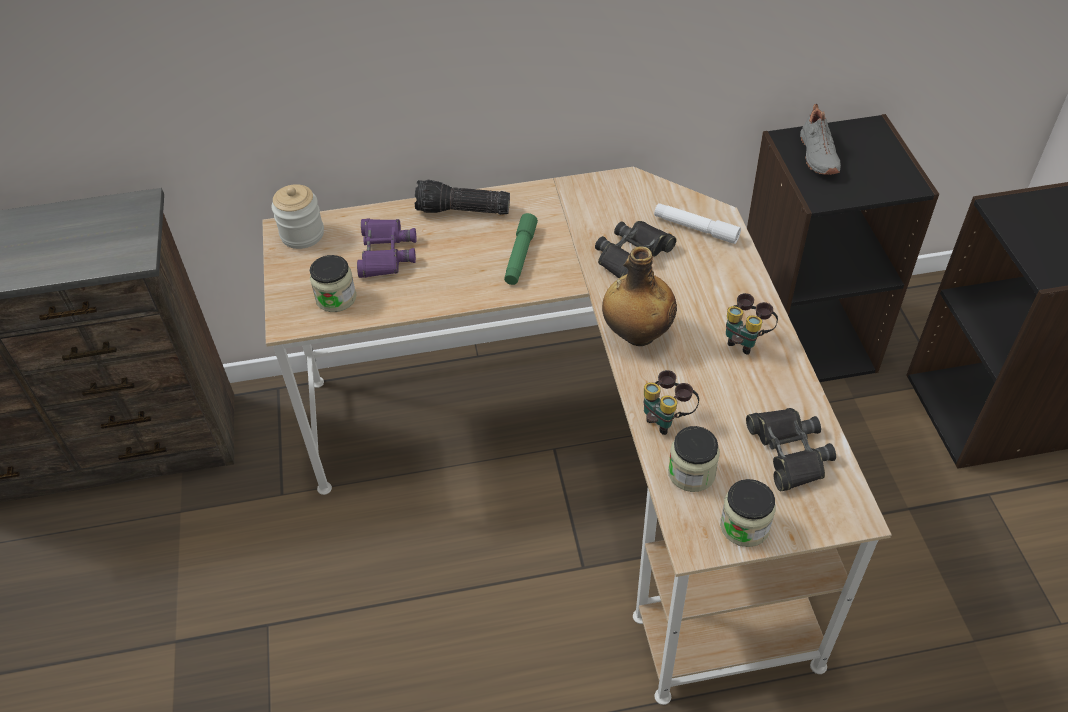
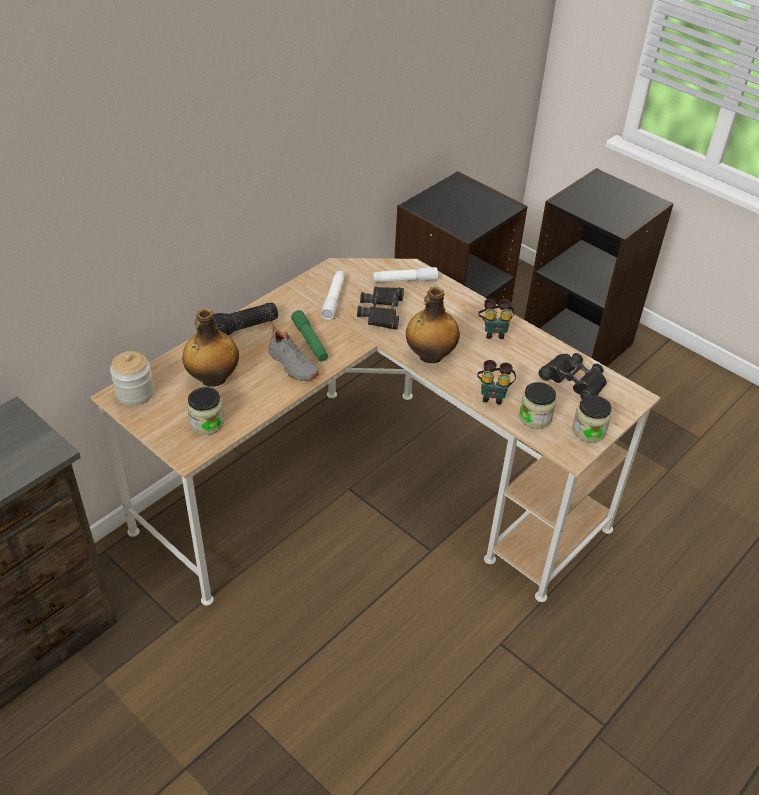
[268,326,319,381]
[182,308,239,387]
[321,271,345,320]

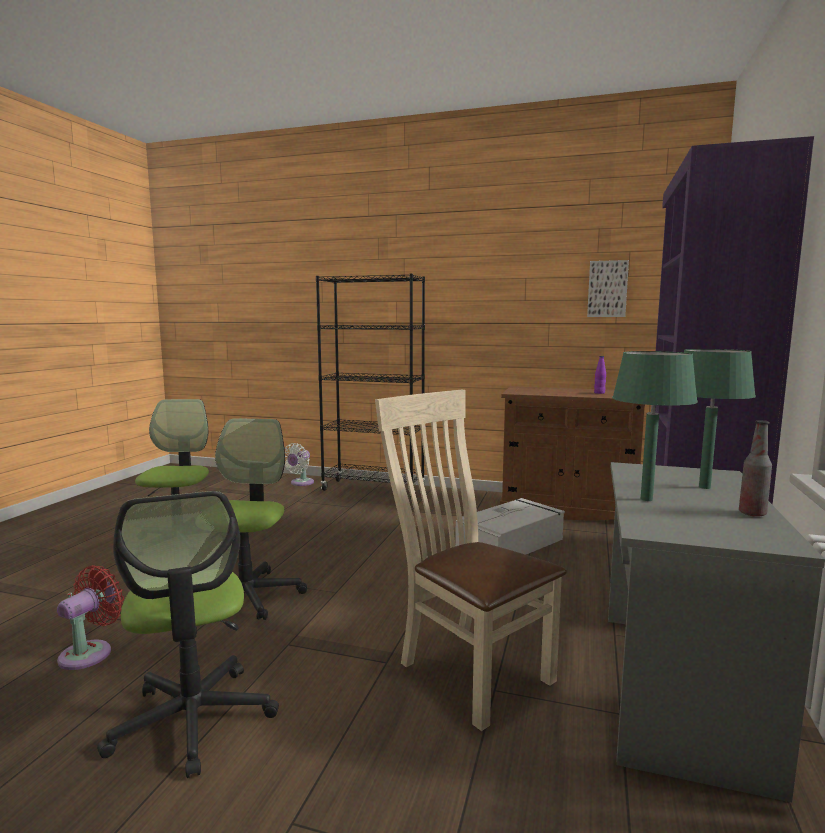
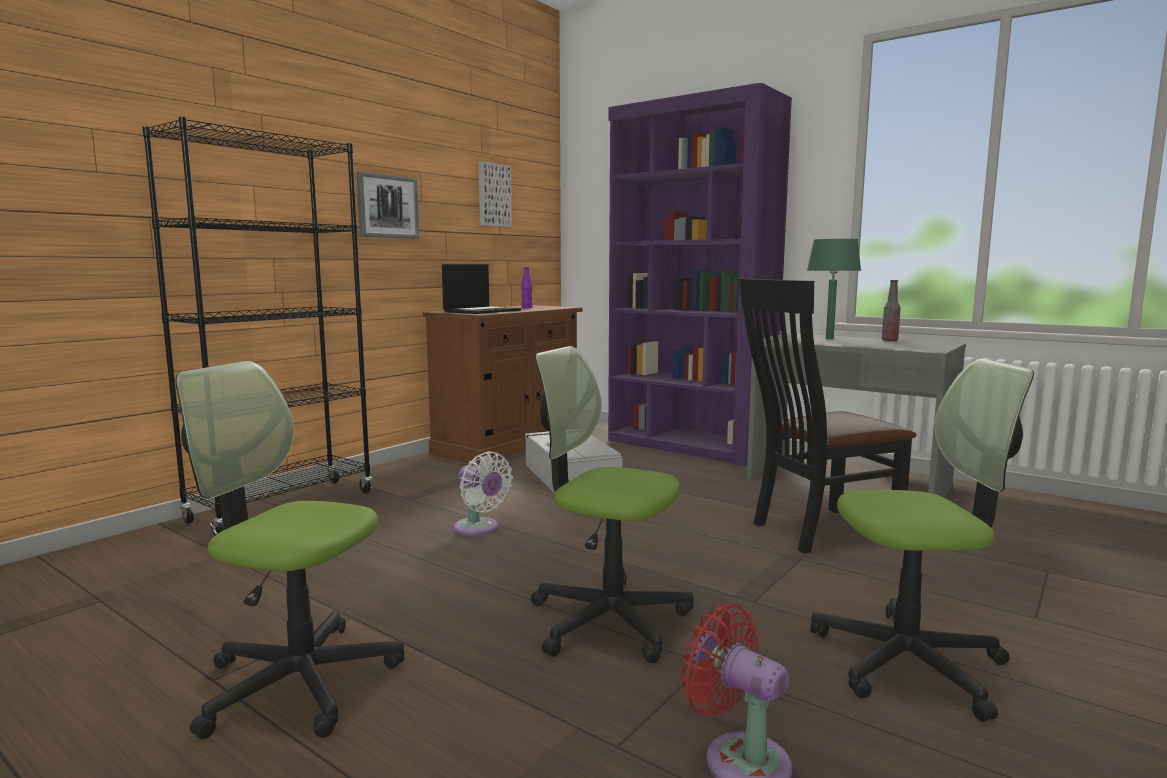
[612,351,698,501] (first image)
[740,279,916,554]
[454,451,513,536]
[356,171,420,239]
[442,264,521,314]

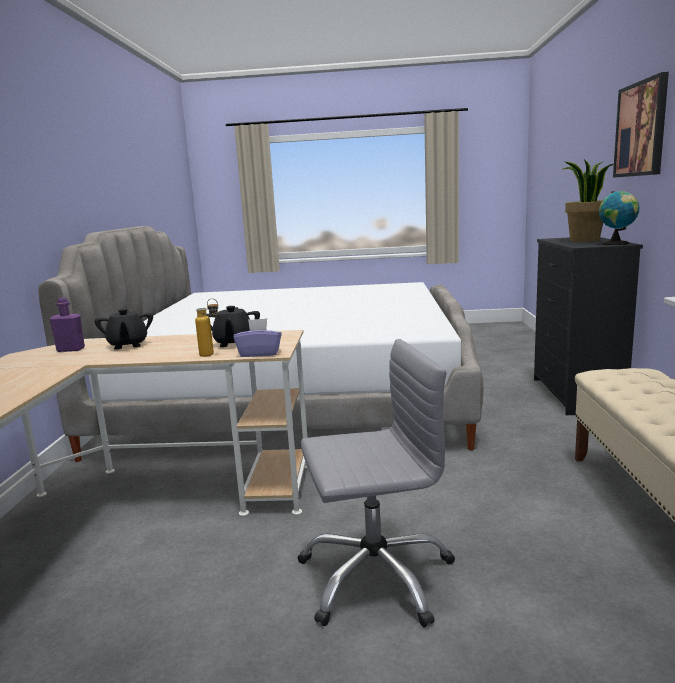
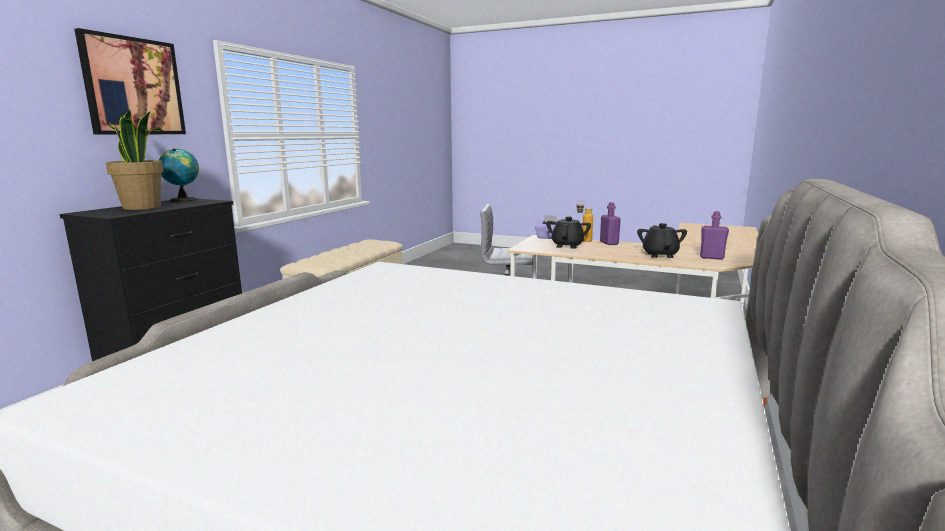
[600,202,621,245]

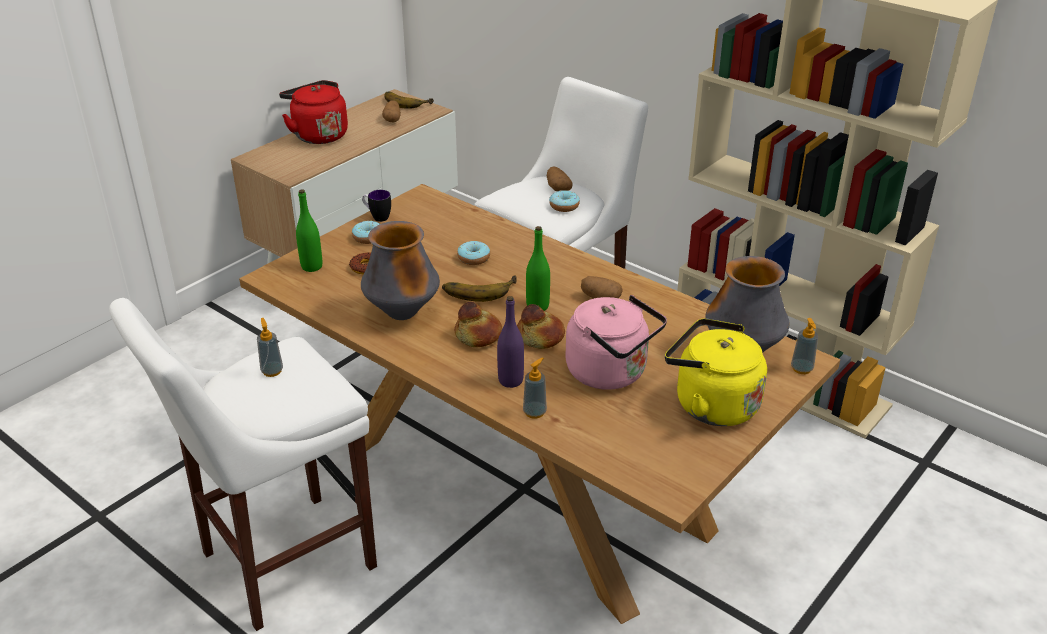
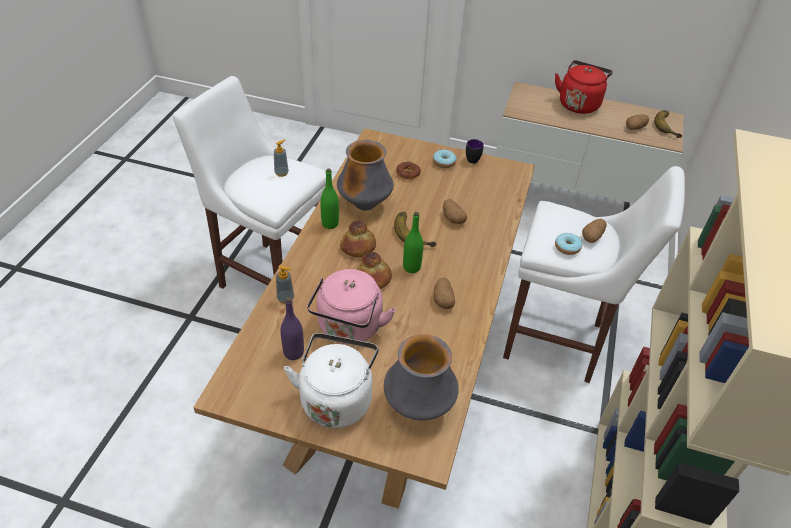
[320,168,339,229]
[443,199,467,224]
[281,297,304,360]
[284,333,379,428]
[791,318,818,374] (first image)

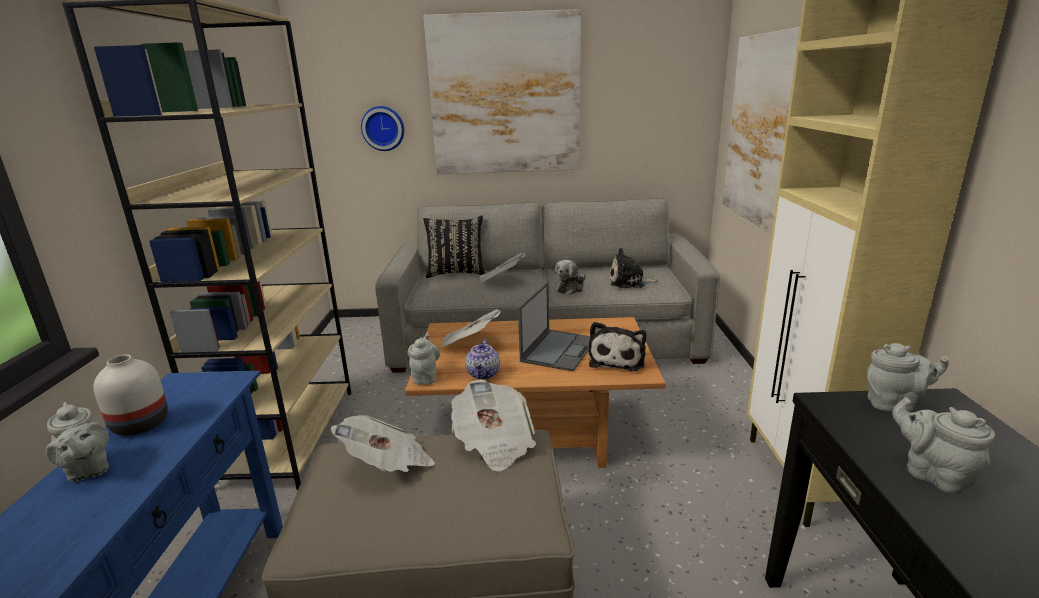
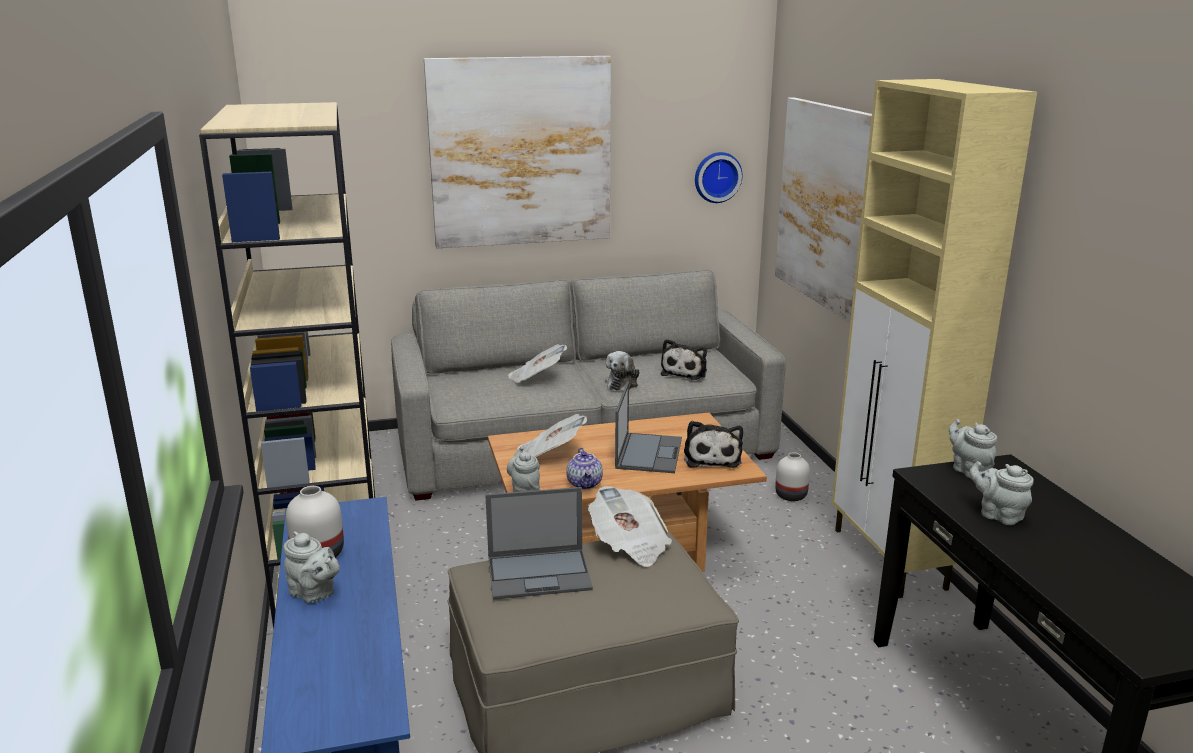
[695,152,743,203]
[423,215,486,278] (first image)
[661,339,707,380]
[949,419,997,478]
[485,487,593,599]
[775,452,810,501]

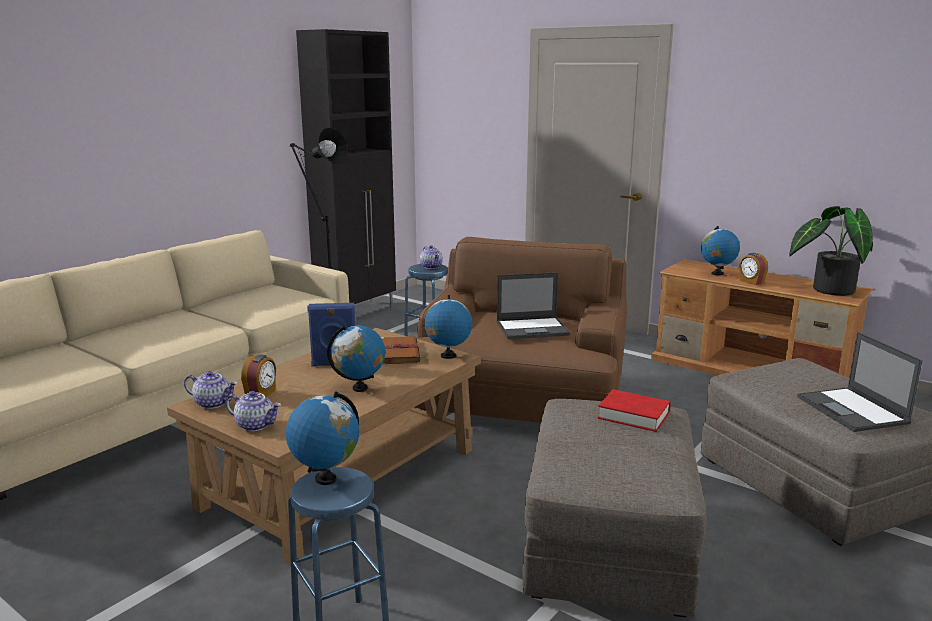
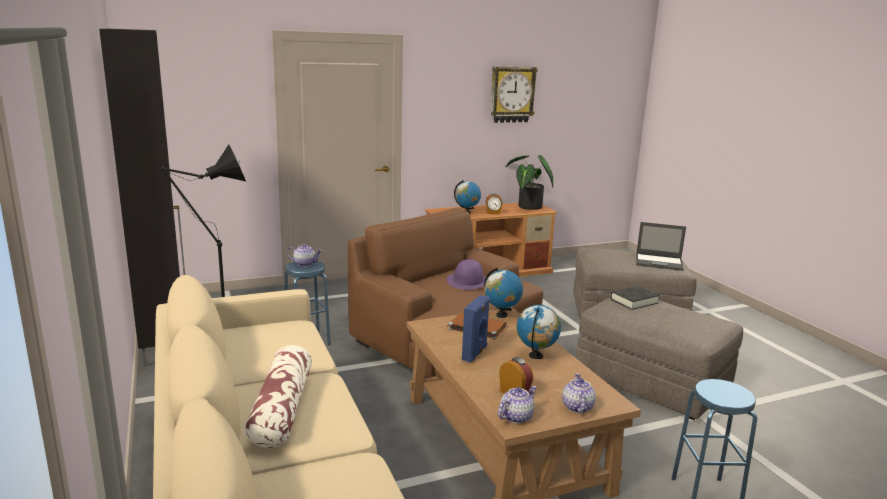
[447,259,486,290]
[610,286,660,310]
[562,373,596,413]
[286,391,359,485] (first image)
[490,66,538,123]
[245,345,312,448]

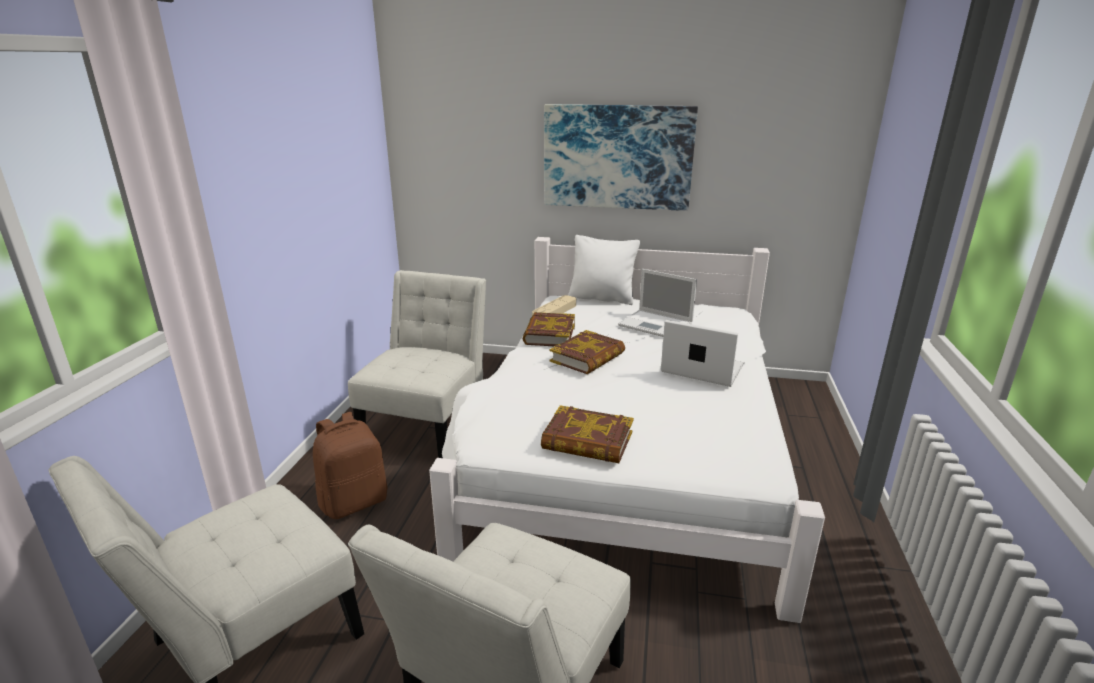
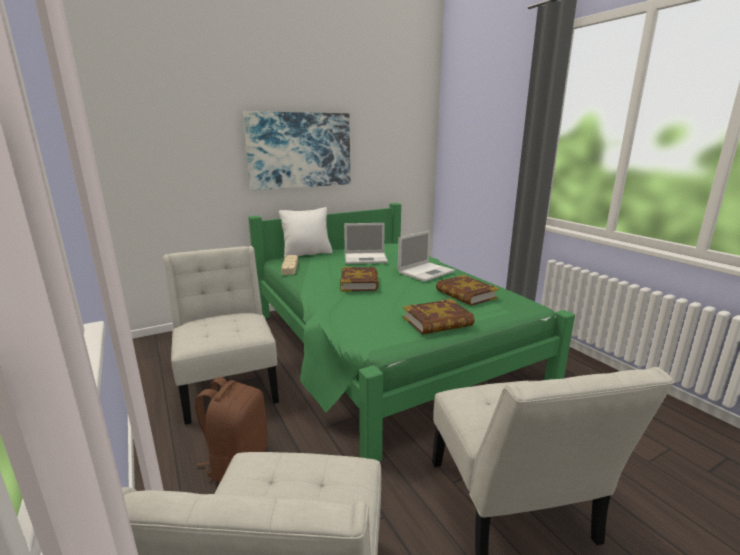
[248,203,575,462]
[436,275,499,306]
[398,230,455,282]

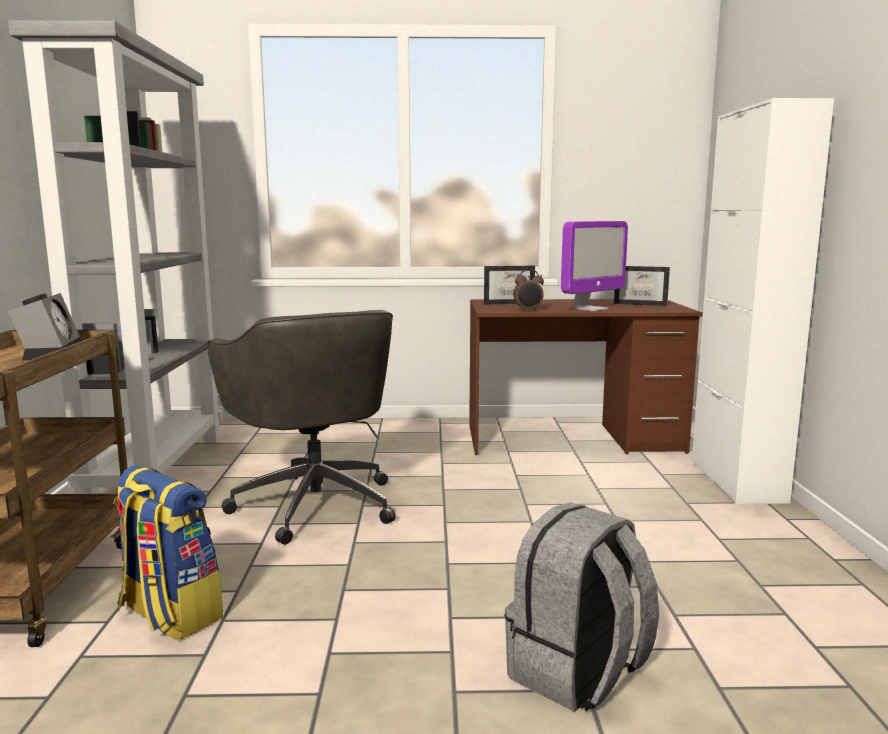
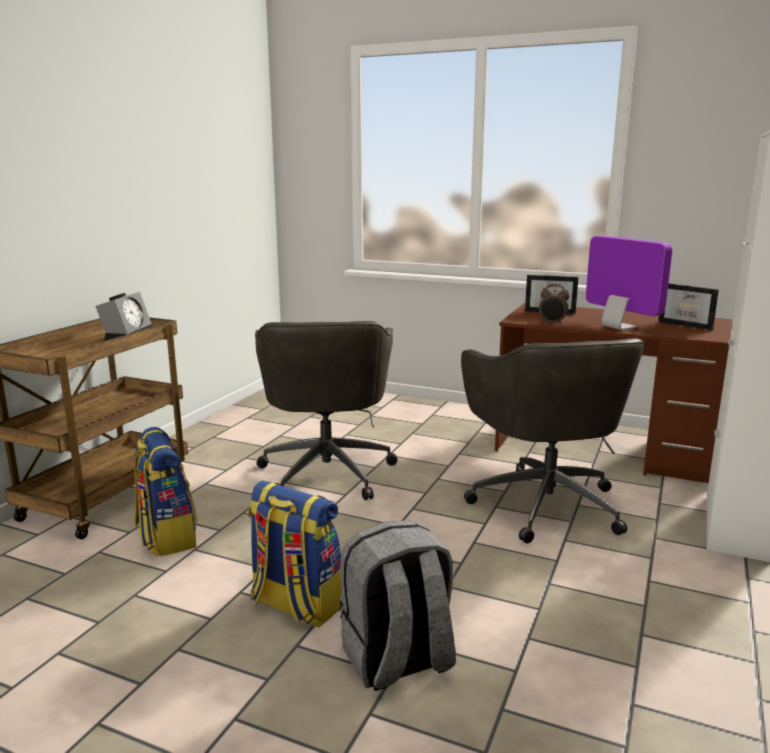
[8,20,222,494] (first image)
[586,236,672,330]
[461,338,645,543]
[248,480,342,627]

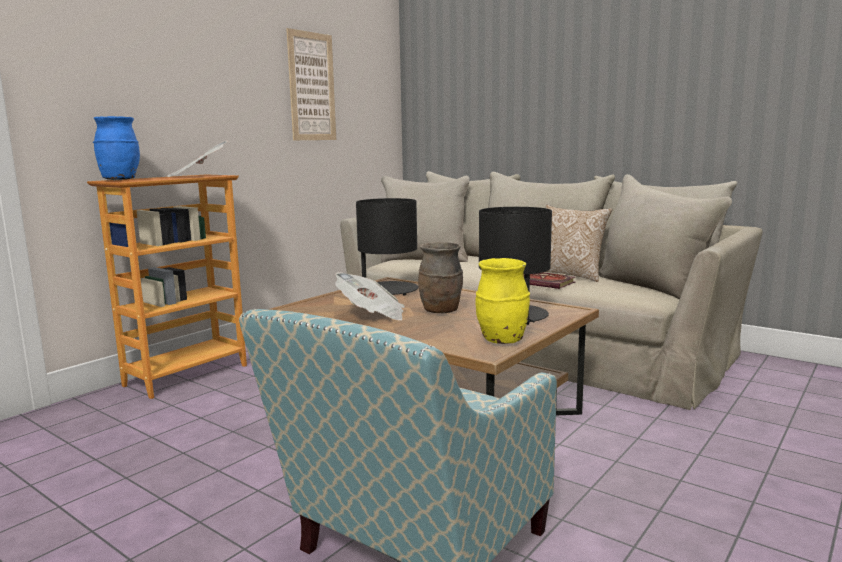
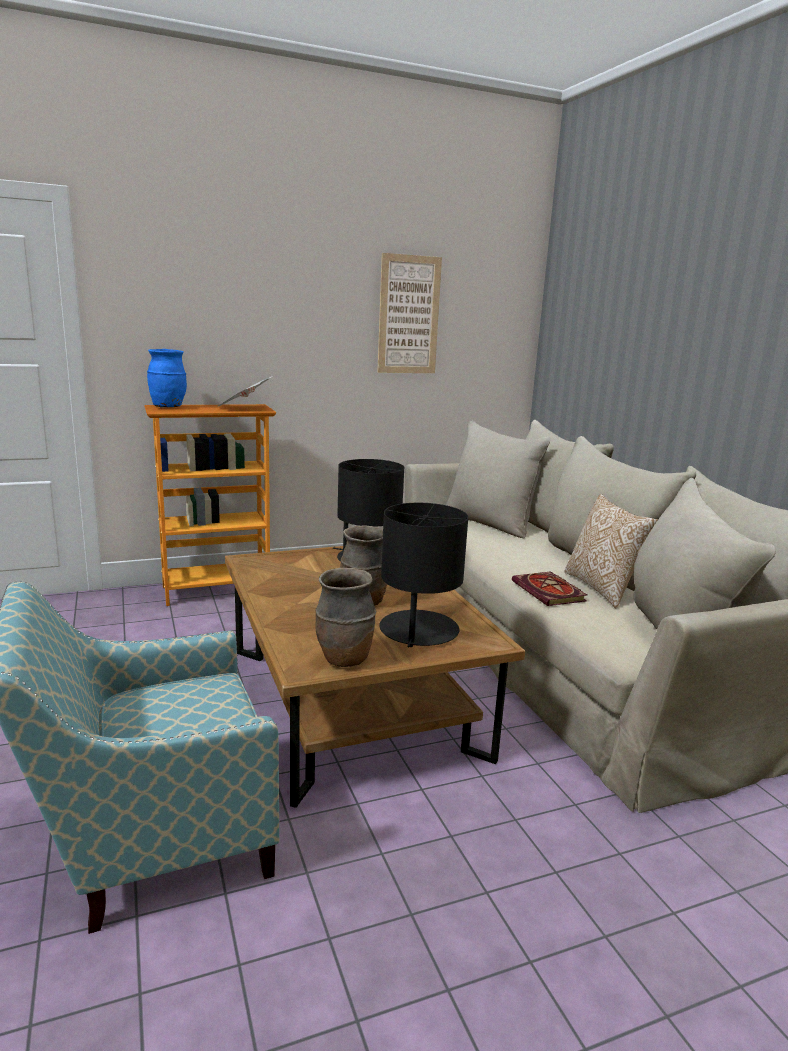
[315,568,376,667]
[335,272,405,321] (first image)

